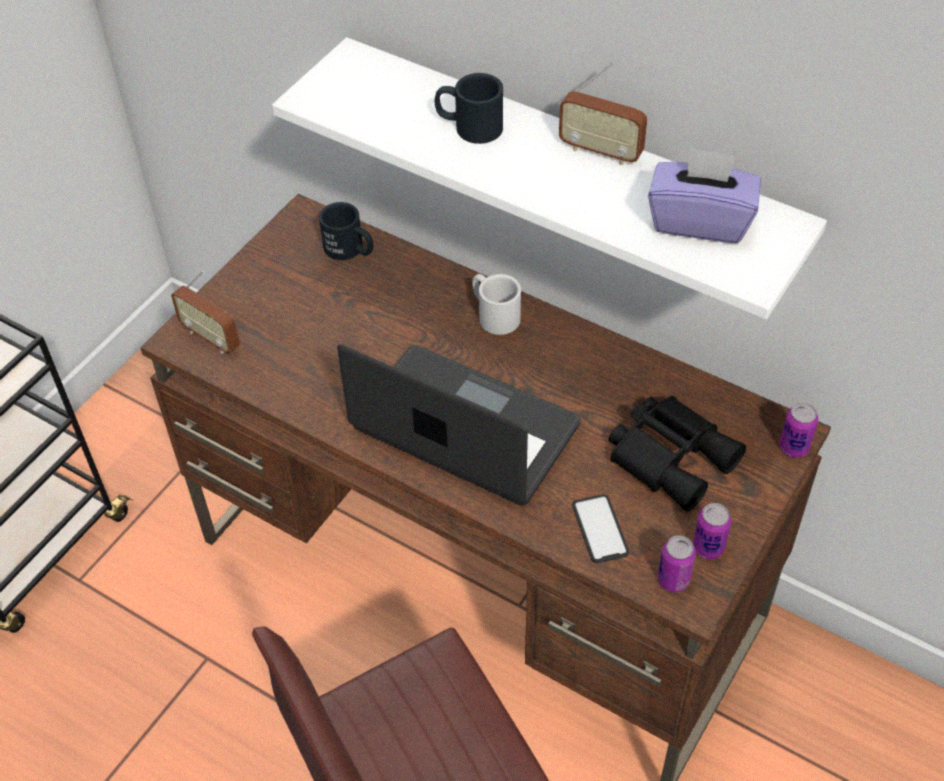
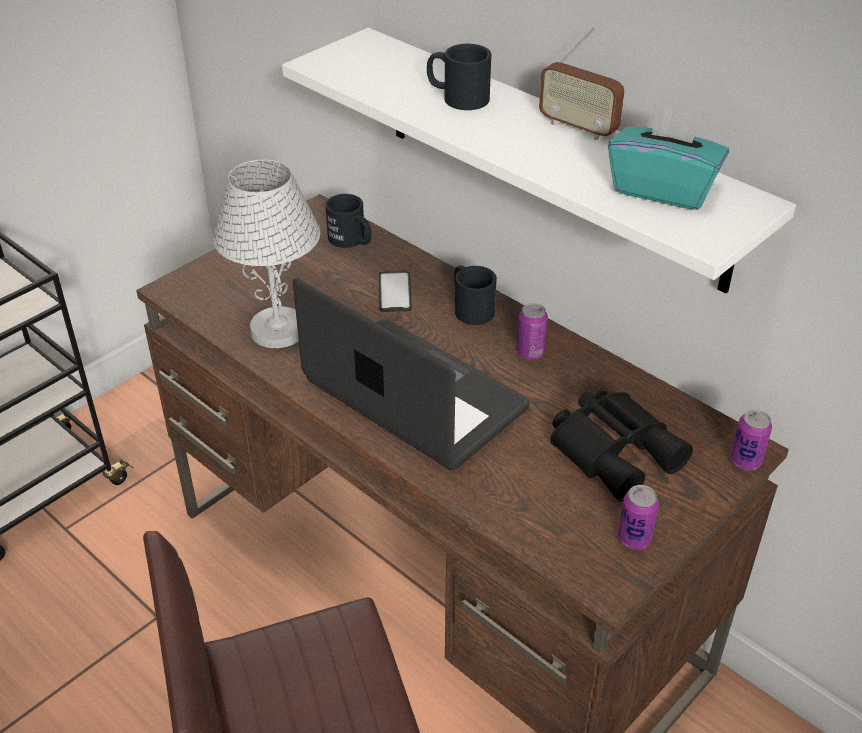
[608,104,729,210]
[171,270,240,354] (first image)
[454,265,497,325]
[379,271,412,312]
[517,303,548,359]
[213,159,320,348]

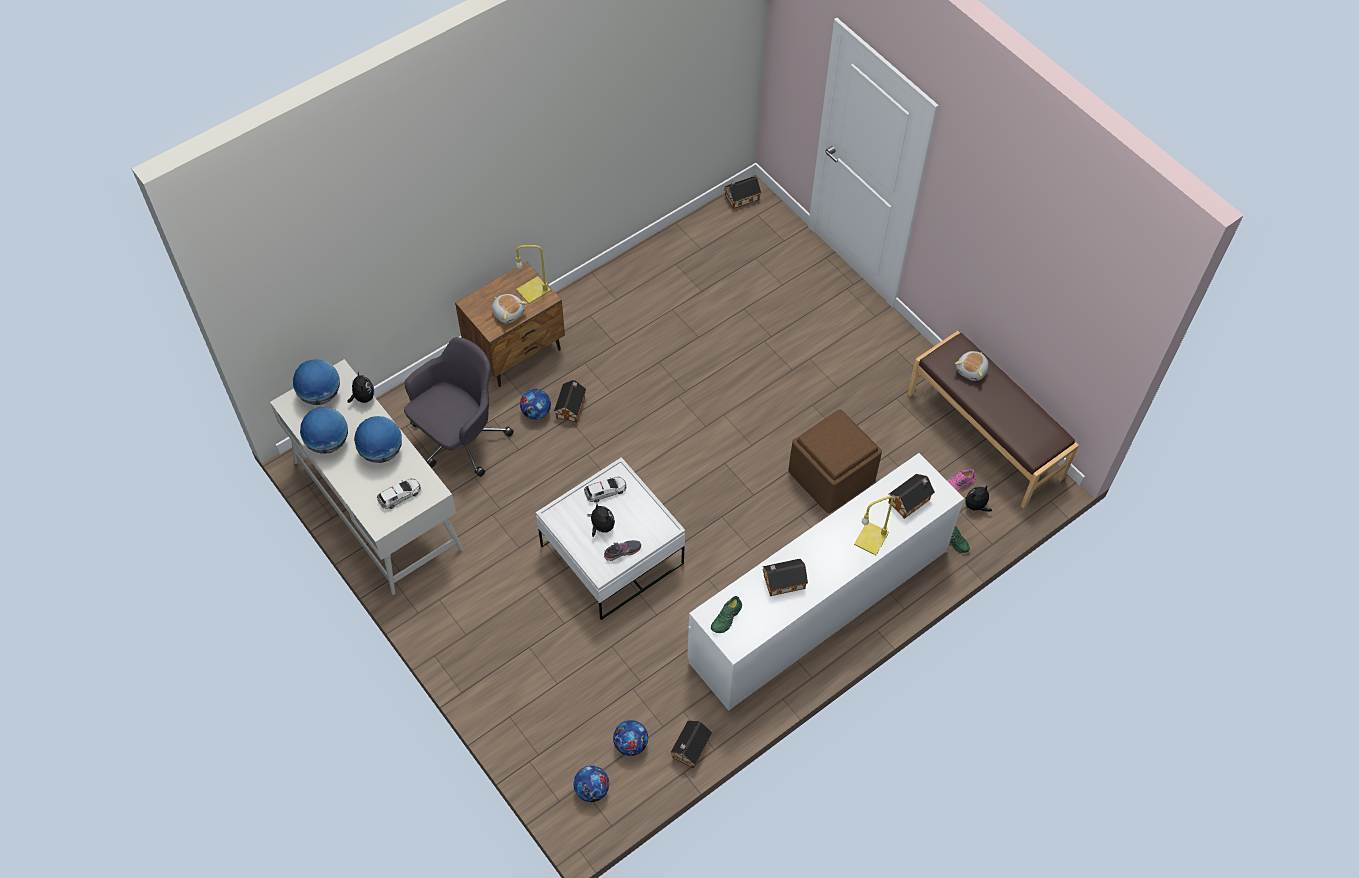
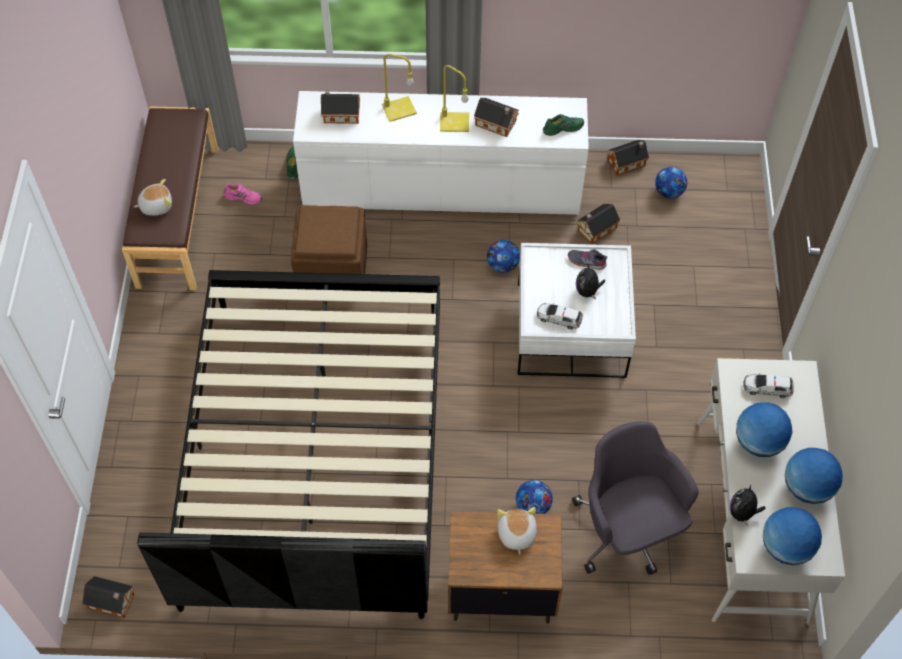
[440,65,469,132]
[572,421,699,575]
[577,204,620,244]
[965,486,992,512] (first image)
[487,240,520,273]
[137,270,440,619]

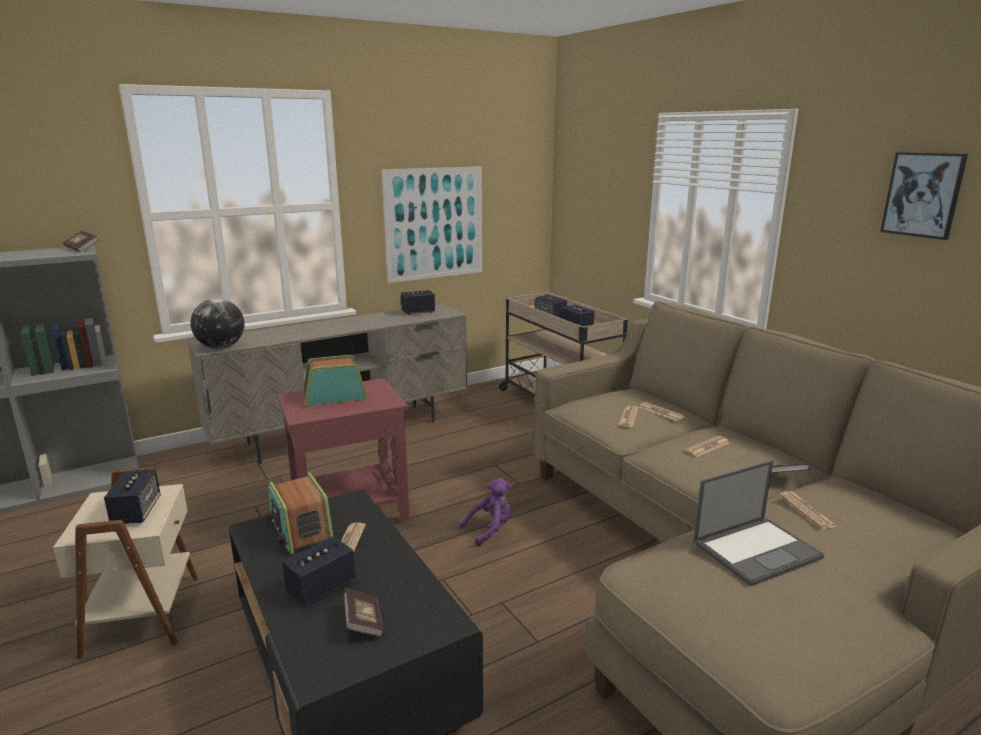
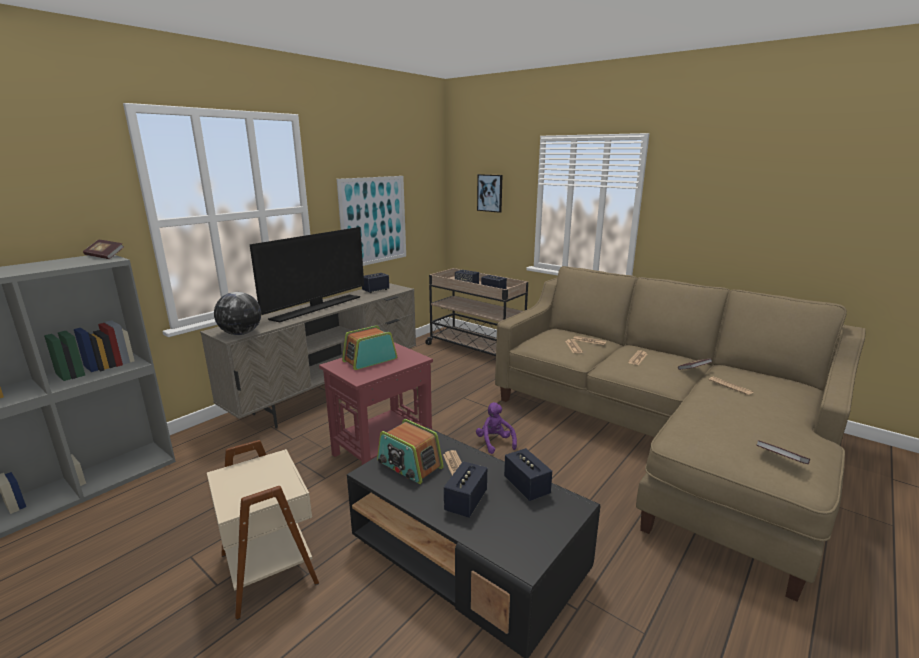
[477,174,502,213]
[693,460,824,587] (first image)
[504,448,552,501]
[476,402,517,454]
[756,440,810,464]
[250,227,364,322]

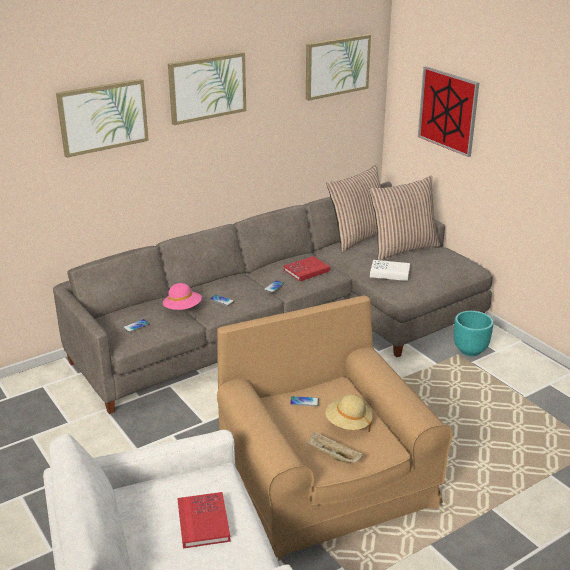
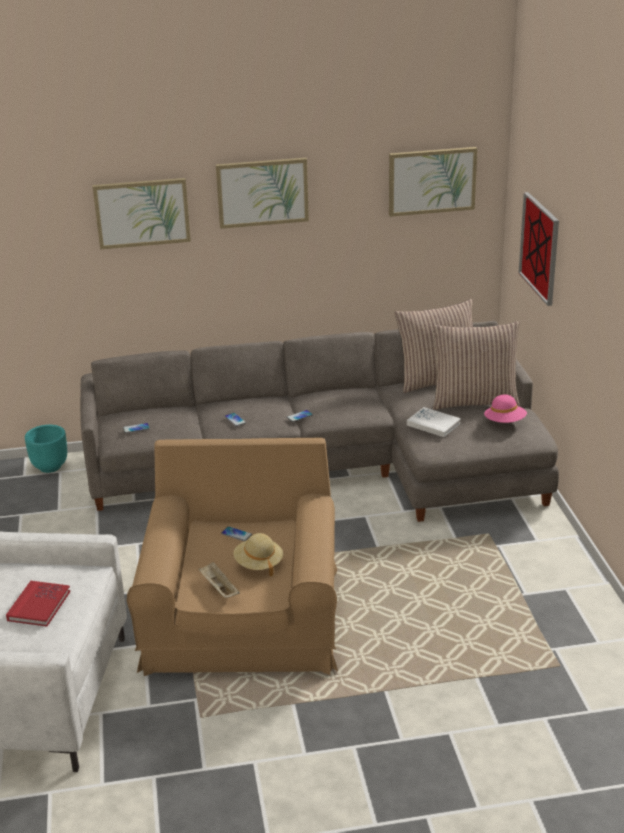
[284,256,330,281] (first image)
[484,395,527,423]
[25,425,67,473]

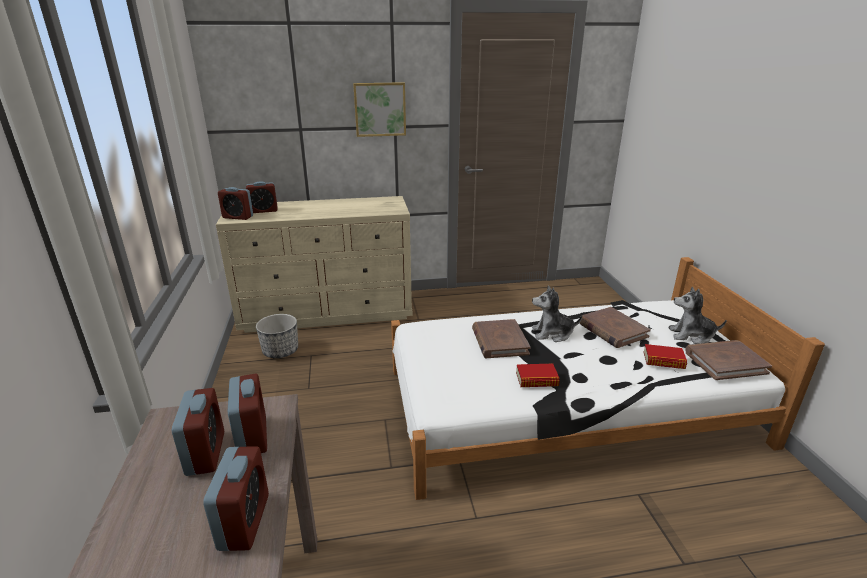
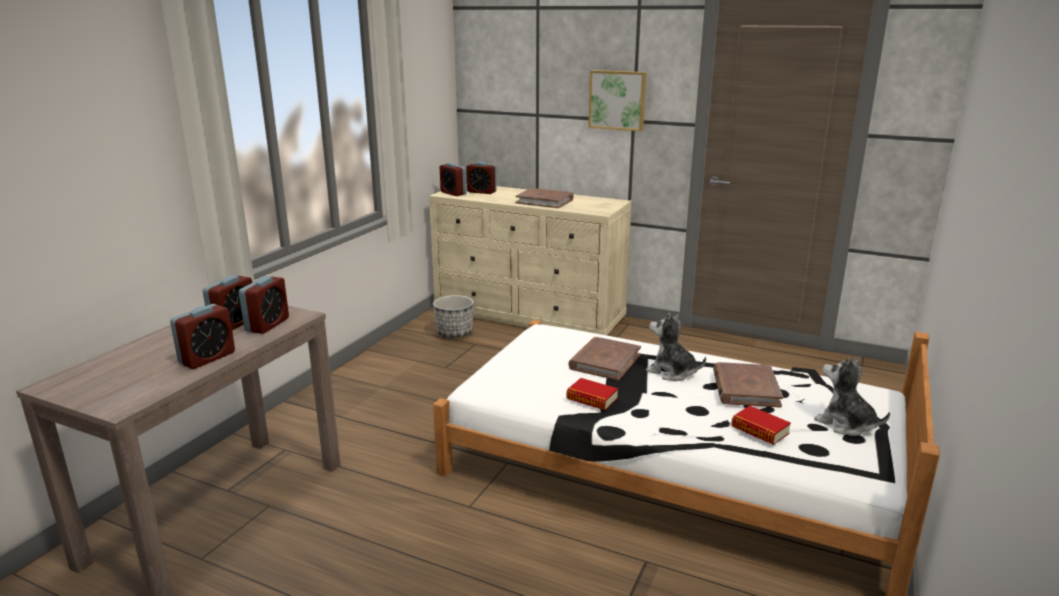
[515,188,574,208]

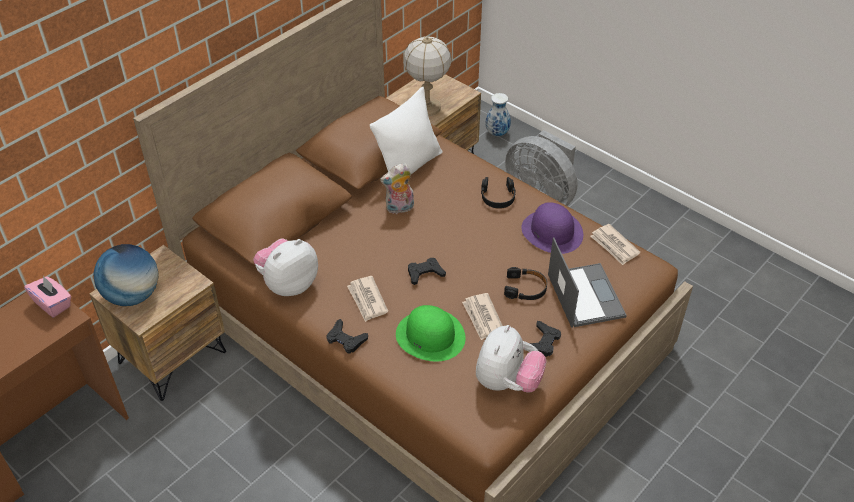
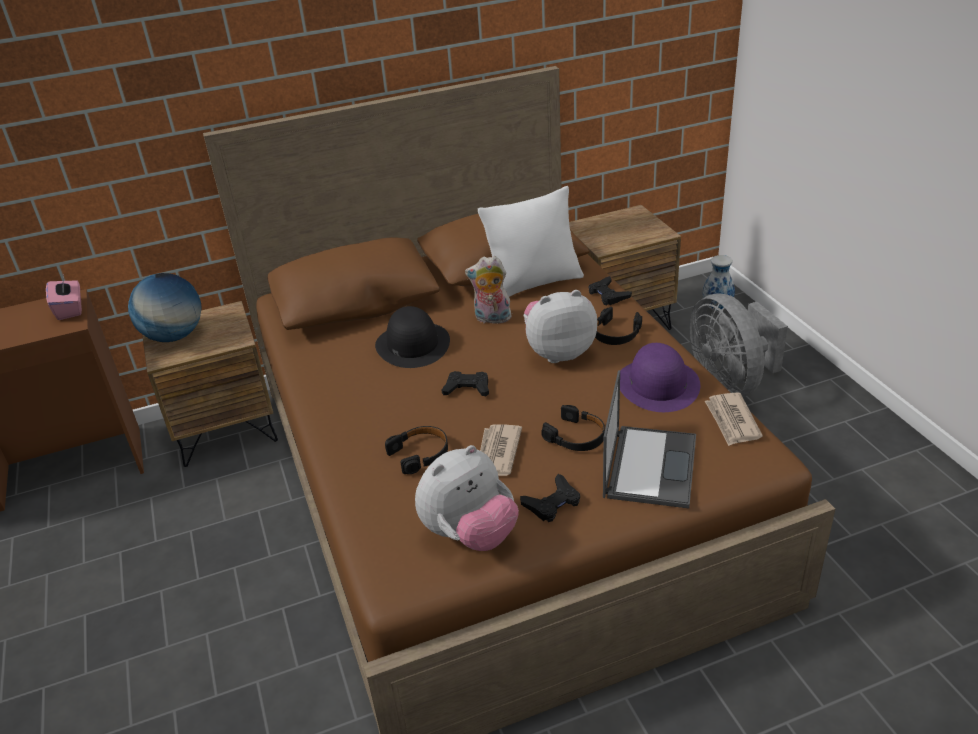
[403,36,452,116] (first image)
[524,290,597,363]
[347,276,388,322] (first image)
[385,426,448,474]
[588,276,632,306]
[375,306,450,368]

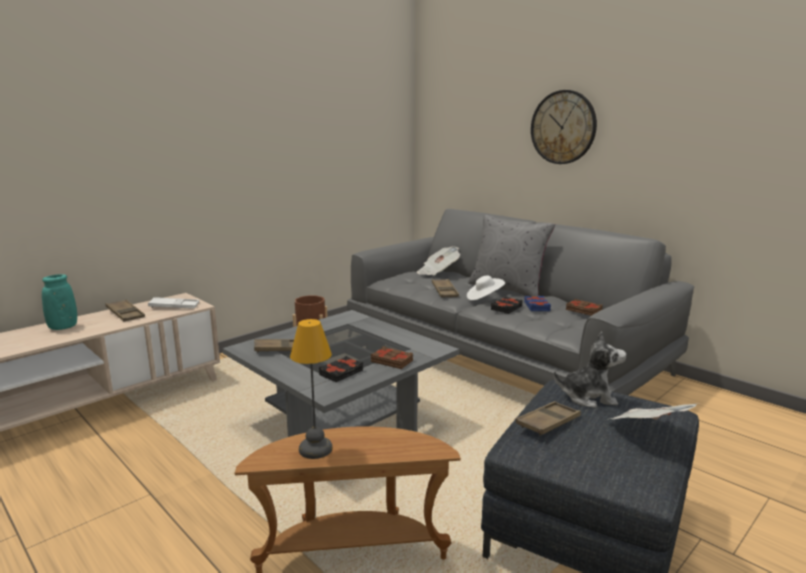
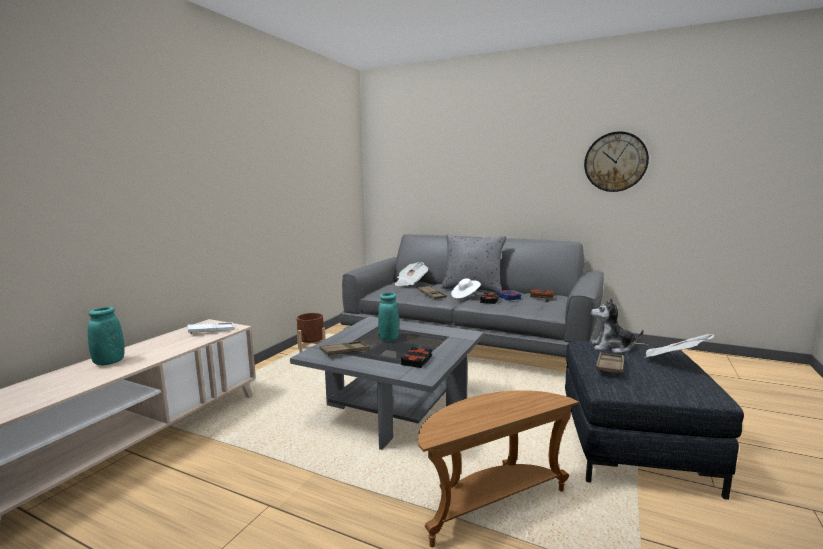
[584,132,649,192]
[106,300,145,322] (first image)
[290,319,333,459] (first image)
[591,298,644,353]
[371,346,413,369] (first image)
[378,293,399,341]

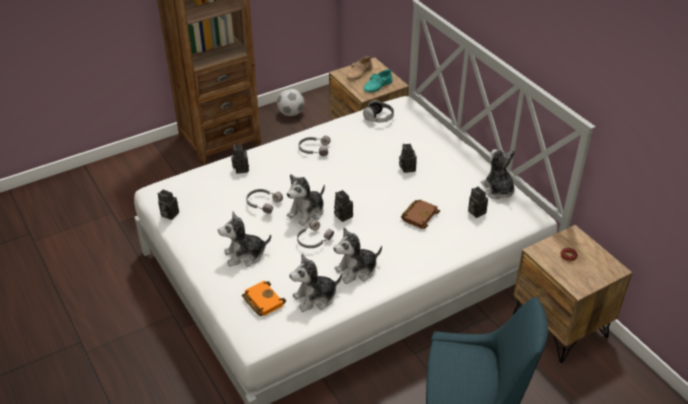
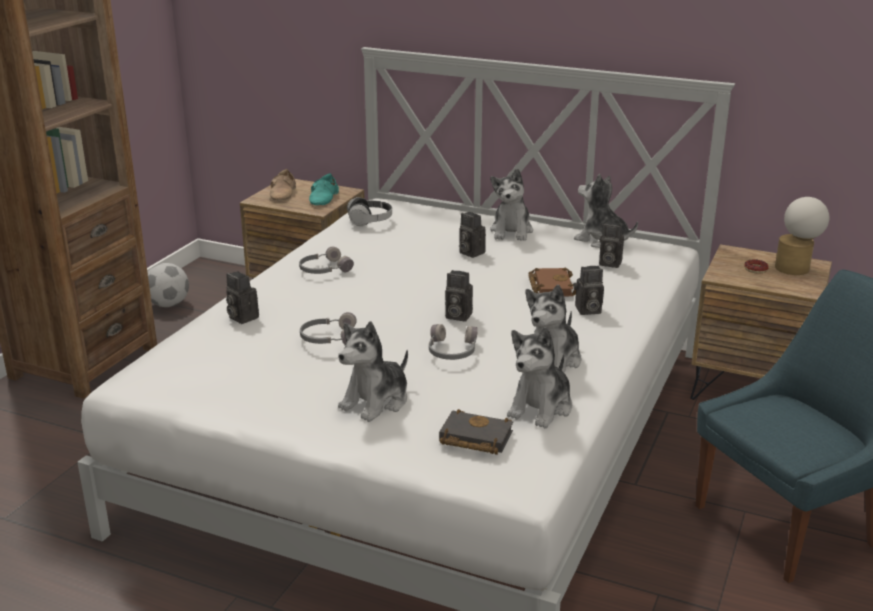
[490,168,533,241]
[573,266,604,315]
[439,409,513,455]
[775,197,829,275]

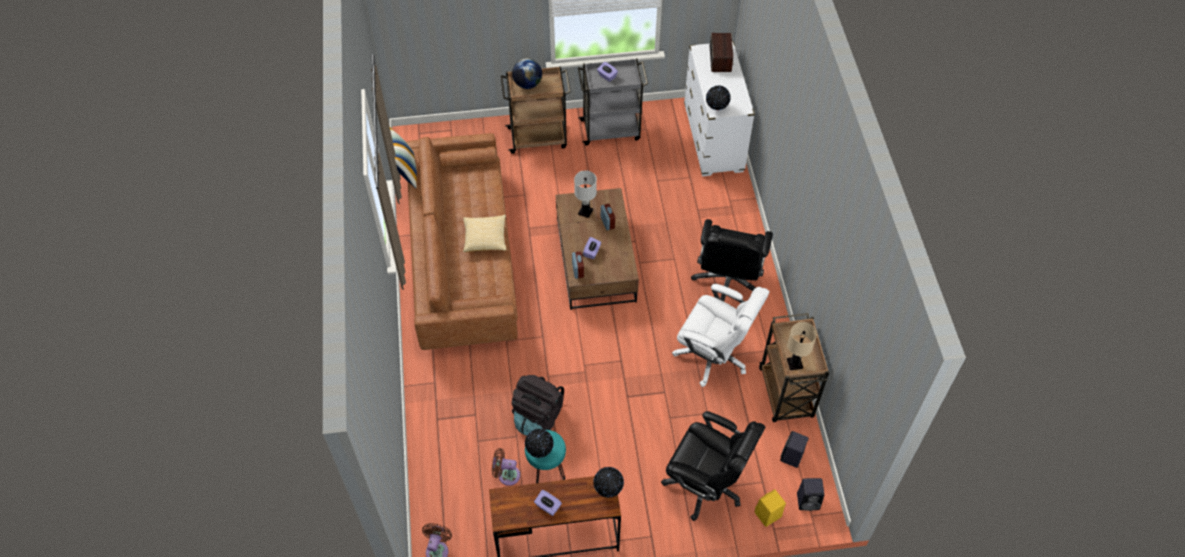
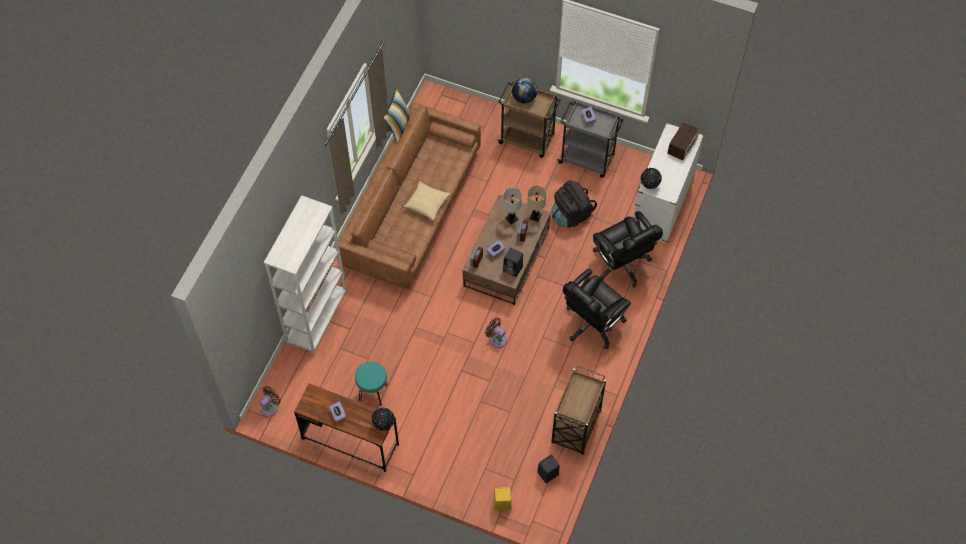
[672,284,770,387] (first image)
[527,186,546,222]
[551,180,597,228]
[593,211,663,287]
[525,429,554,458] (first image)
[485,317,507,348]
[503,248,523,277]
[264,195,347,355]

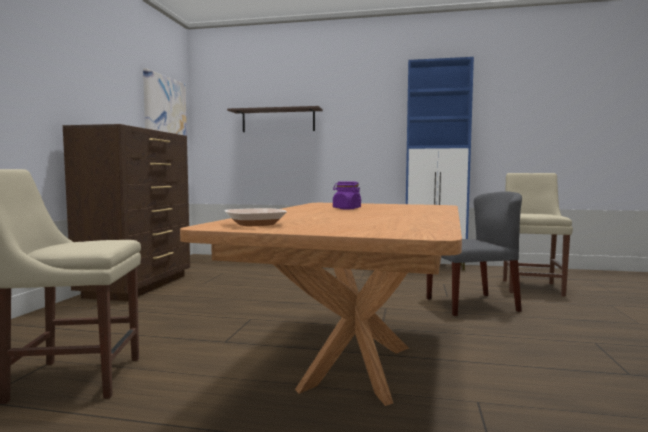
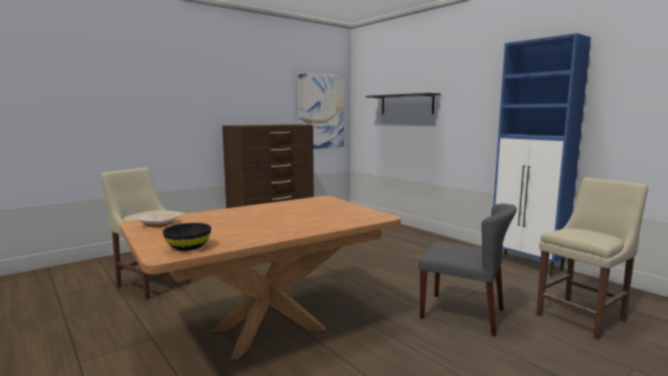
[333,181,361,209] (first image)
[163,223,211,251]

